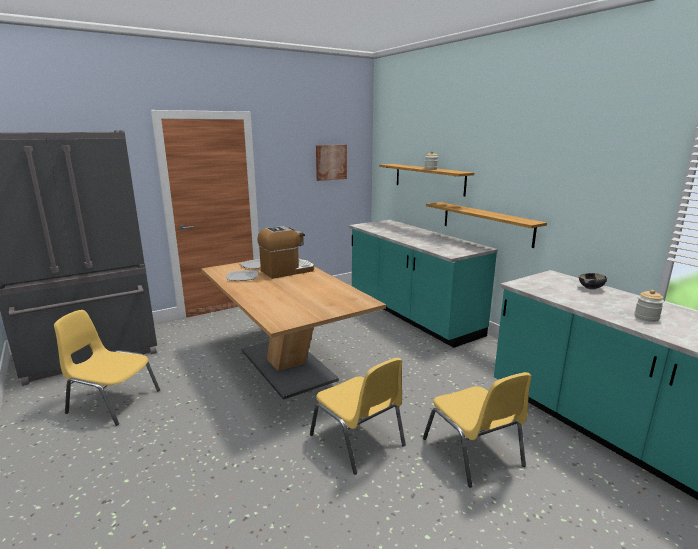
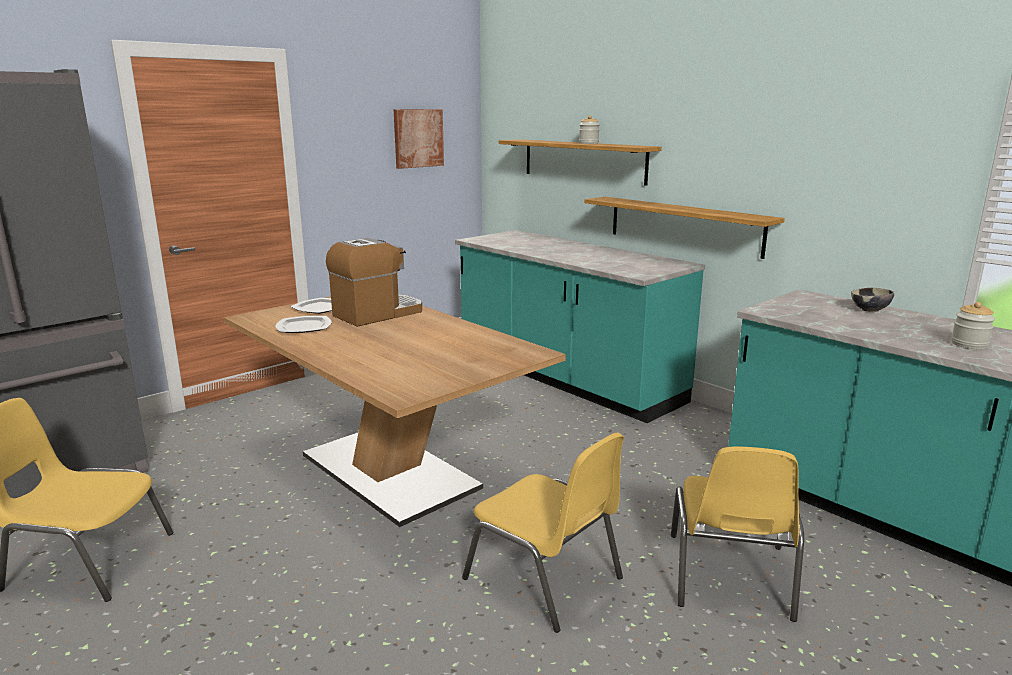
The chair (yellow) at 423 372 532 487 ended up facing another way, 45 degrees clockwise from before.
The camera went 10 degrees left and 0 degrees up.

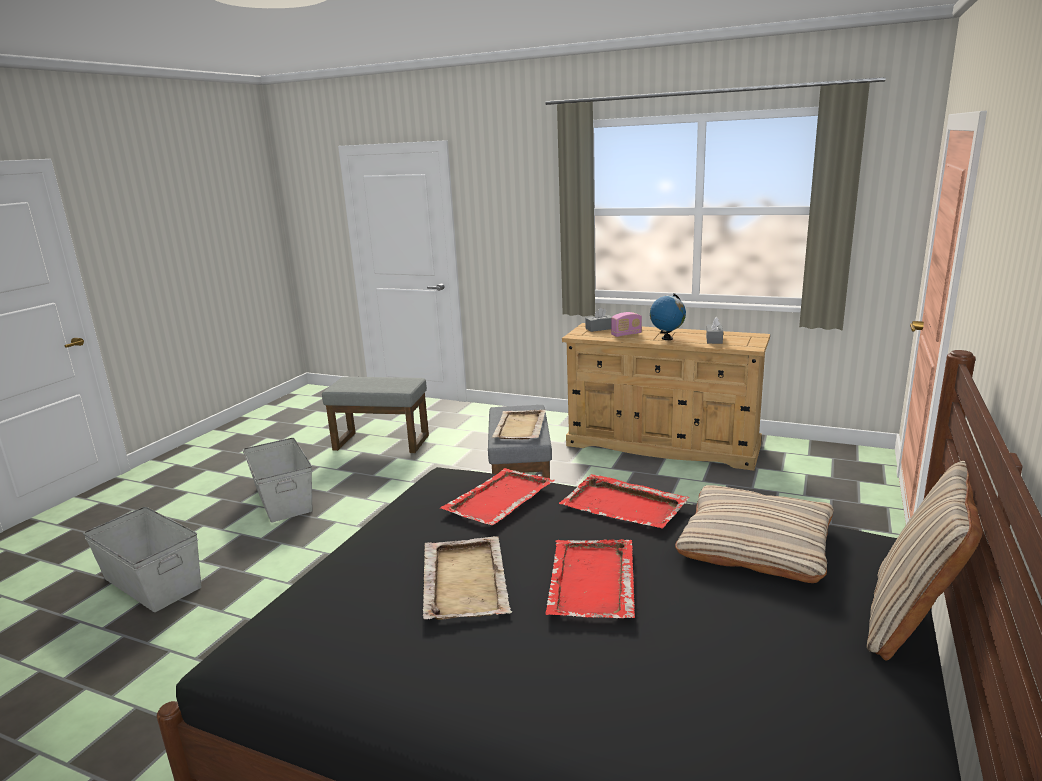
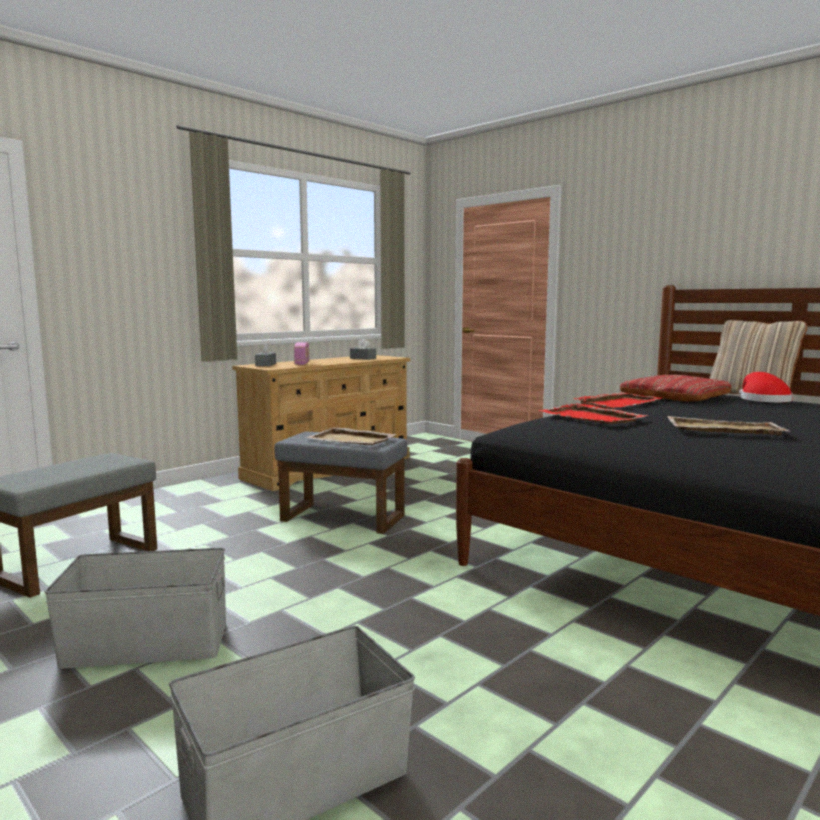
The second view lost the globe at 650 293 686 340.
What was the pillow (beige) at 675 485 833 583 turned into the pillow (red) at 620 375 731 402.
The second view lost the tray (red) at 546 539 635 618.
The second view gained the hat (red) at 739 372 793 402.
The camera went 70 degrees left and 10 degrees down.

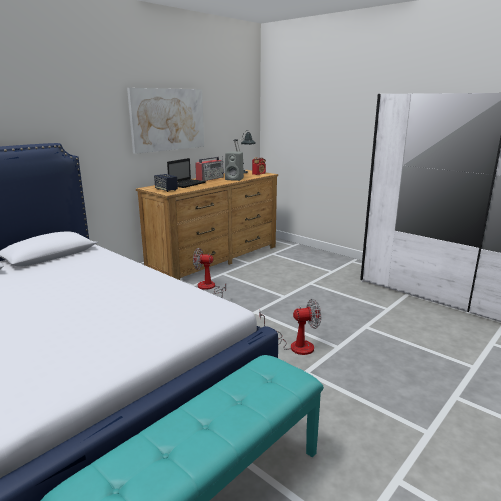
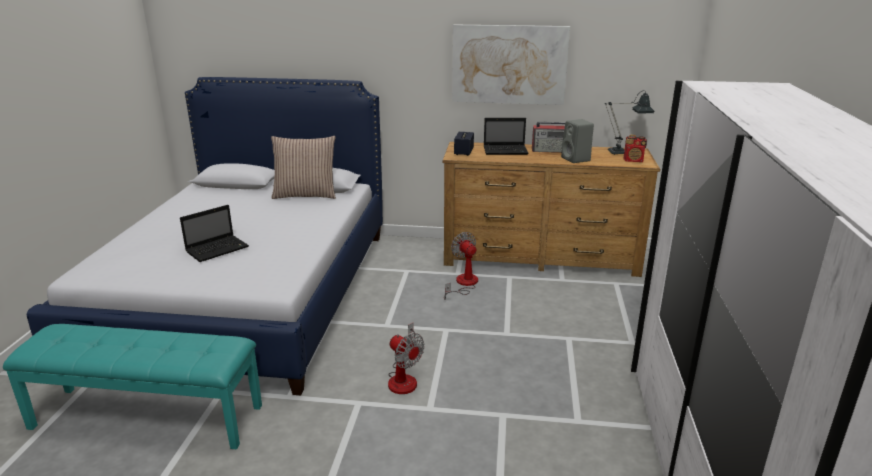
The second view gained the pillow at 271 136 336 199.
The second view gained the laptop at 180 205 249 262.
The camera went 55 degrees right and 5 degrees up.

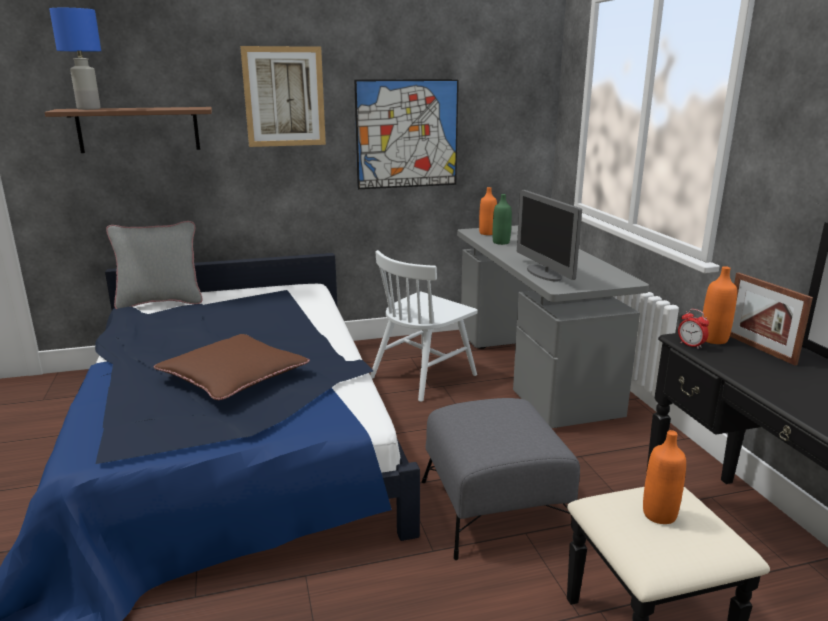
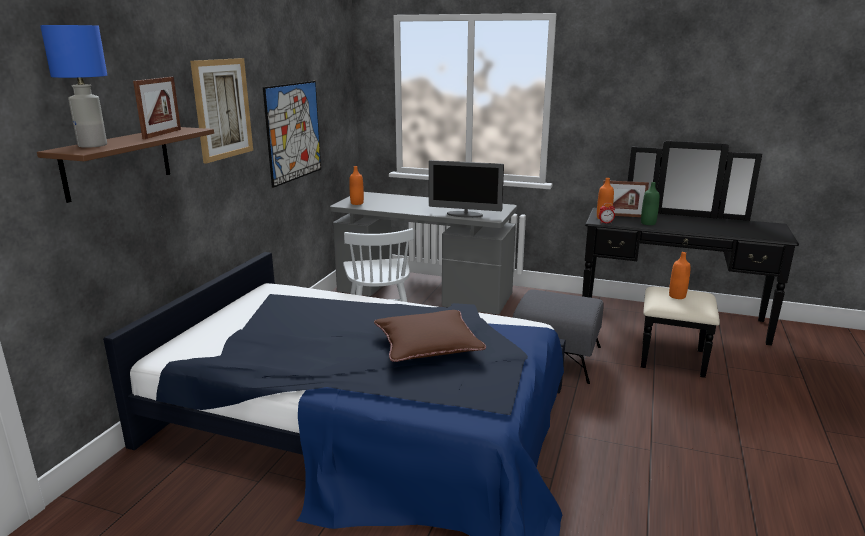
The bottle (green) ended up elsewhere, having gone from 493 194 512 245 to 641 182 660 225.
The second view lost the pillow (grey) at 106 221 202 309.
The second view gained the picture frame at 133 77 181 139.
The camera went 55 degrees left and 0 degrees up.

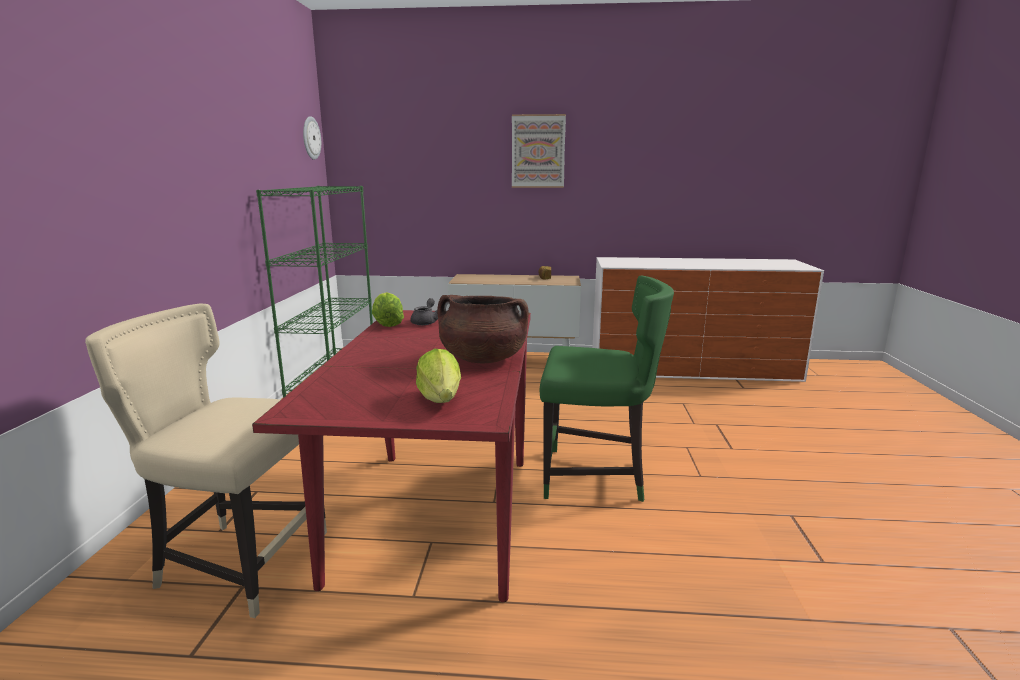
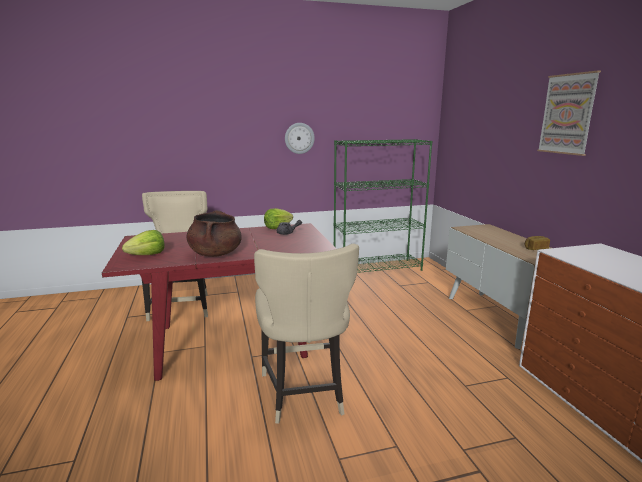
The wall clock ended up elsewhere, having gone from 303 116 321 160 to 285 123 315 154.
What was the chair (green) at 540 276 674 502 turned into the chair (beige) at 254 244 359 424.
The camera went 70 degrees right and 0 degrees up.

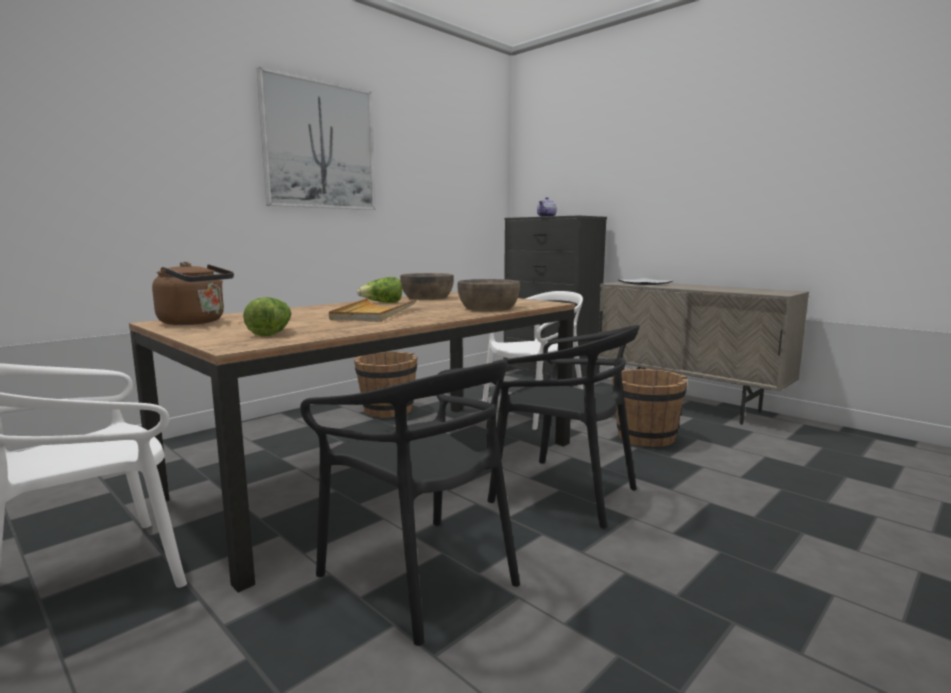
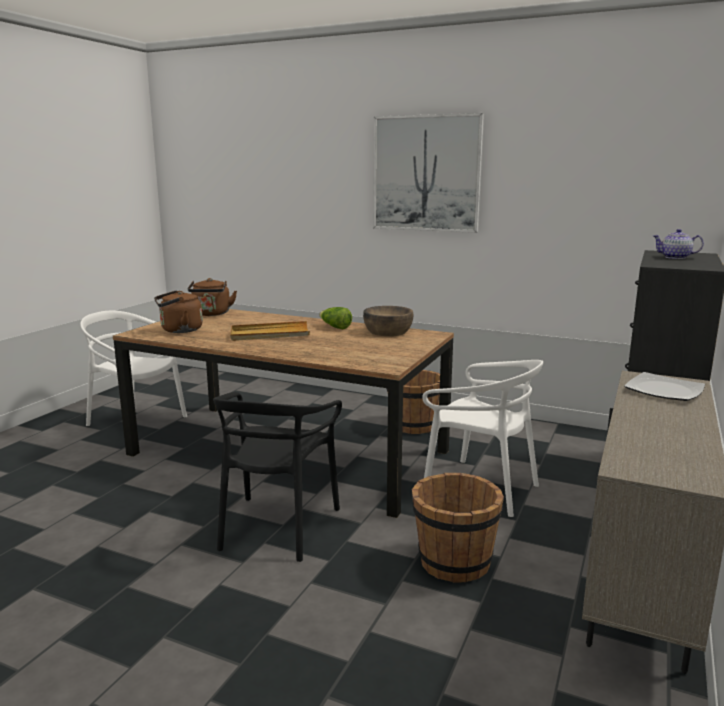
The second view lost the bowl (brown) at 457 279 520 311.
Where the lettuce stood at 243 297 291 336, the kettle (brown) came to stand at 154 290 203 333.
The second view lost the chair (black) at 300 361 520 646.
The camera went 70 degrees right and 5 degrees up.

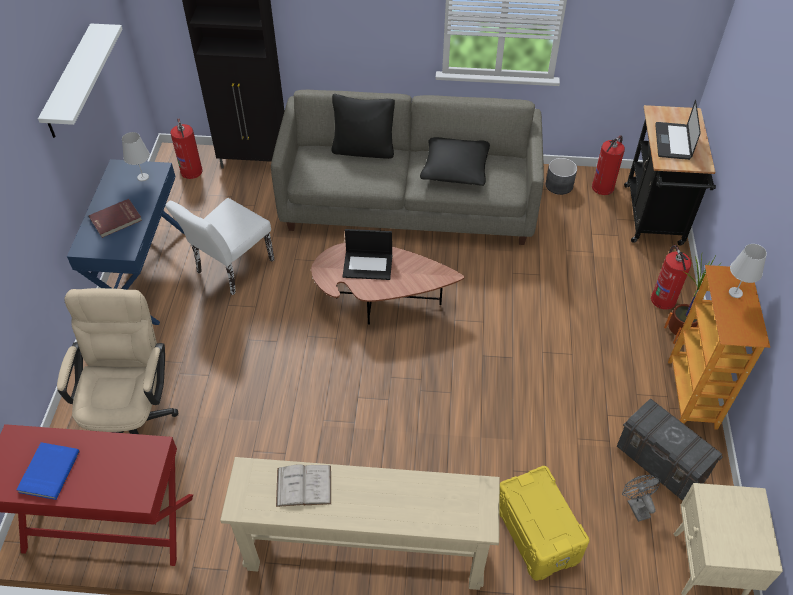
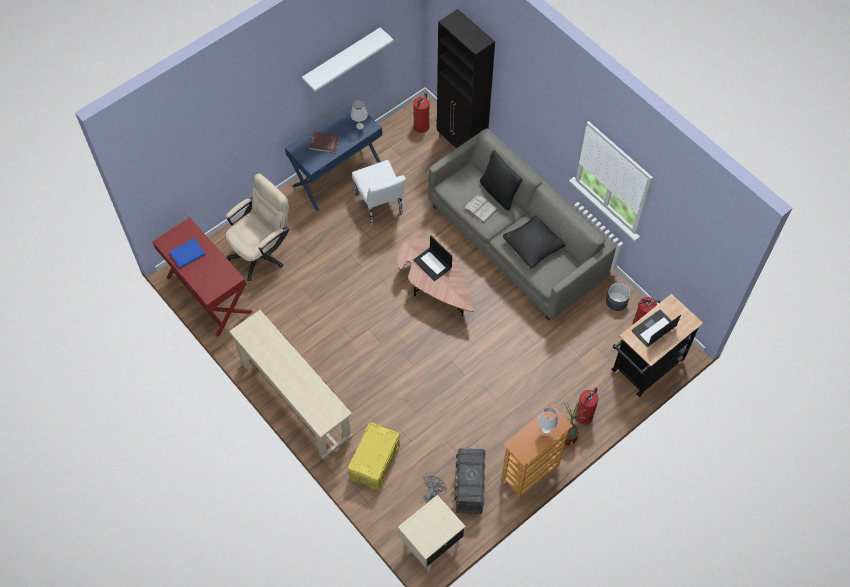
The chair (white) at 165 198 275 295 ended up facing another way, 105 degrees counterclockwise from before.
The book (white) ended up elsewhere, having gone from 276 464 331 507 to 463 194 498 223.
The camera went 45 degrees right and 10 degrees up.

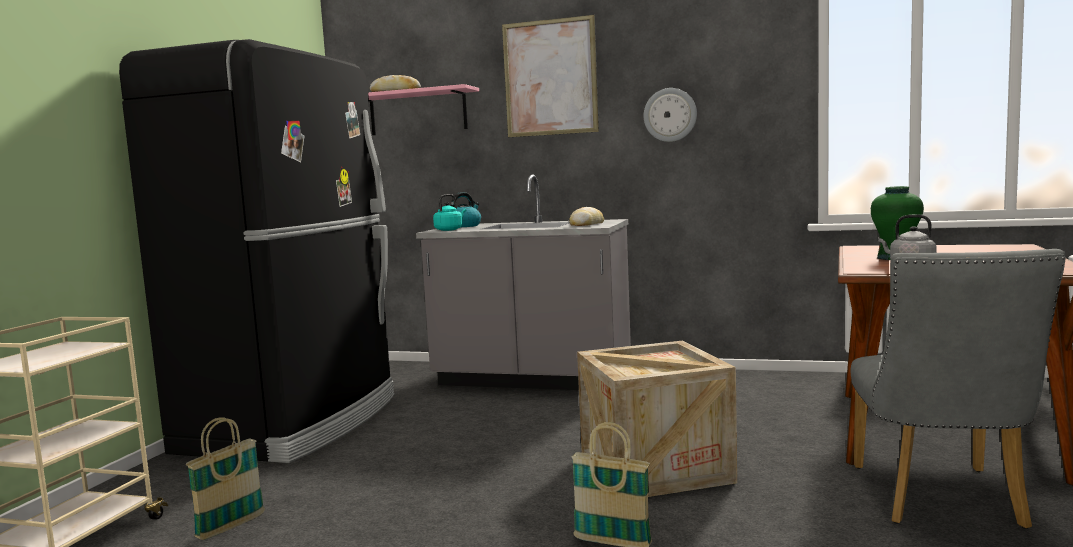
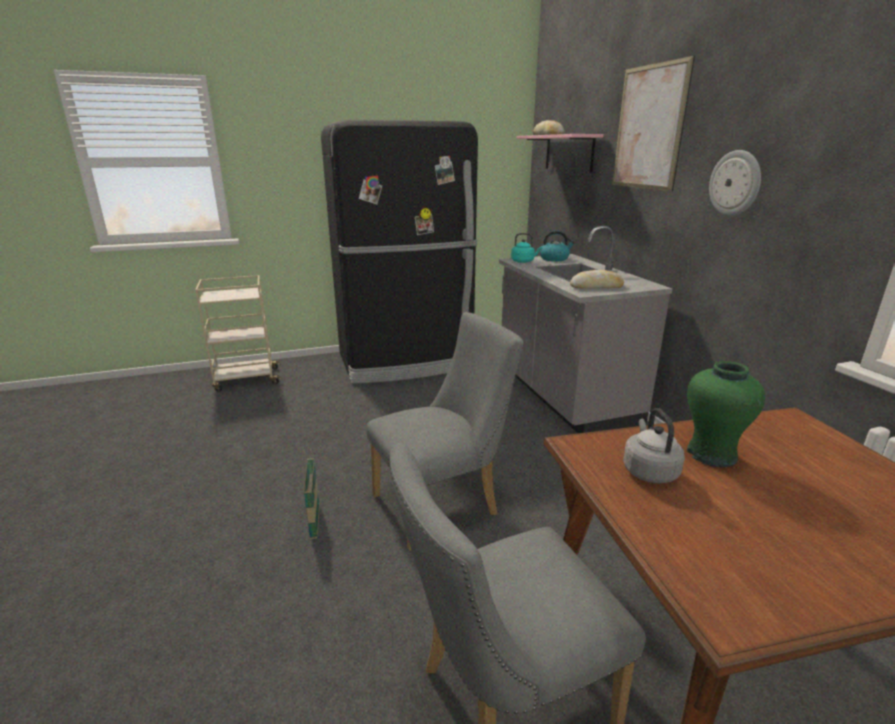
Where the crate stood at 577 341 737 497, the chair (grey) came to stand at 366 312 524 551.
The second view lost the basket at 186 417 265 540.
The camera went 55 degrees right and 15 degrees up.

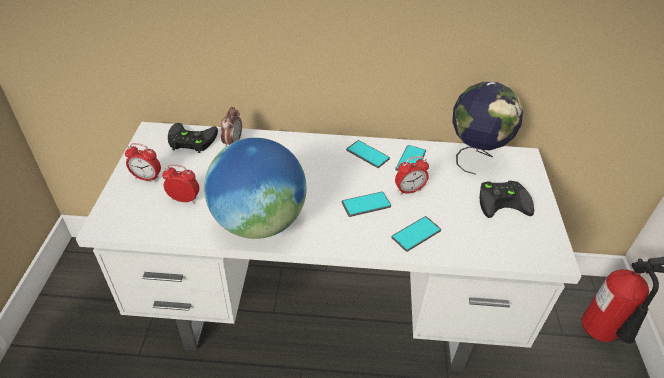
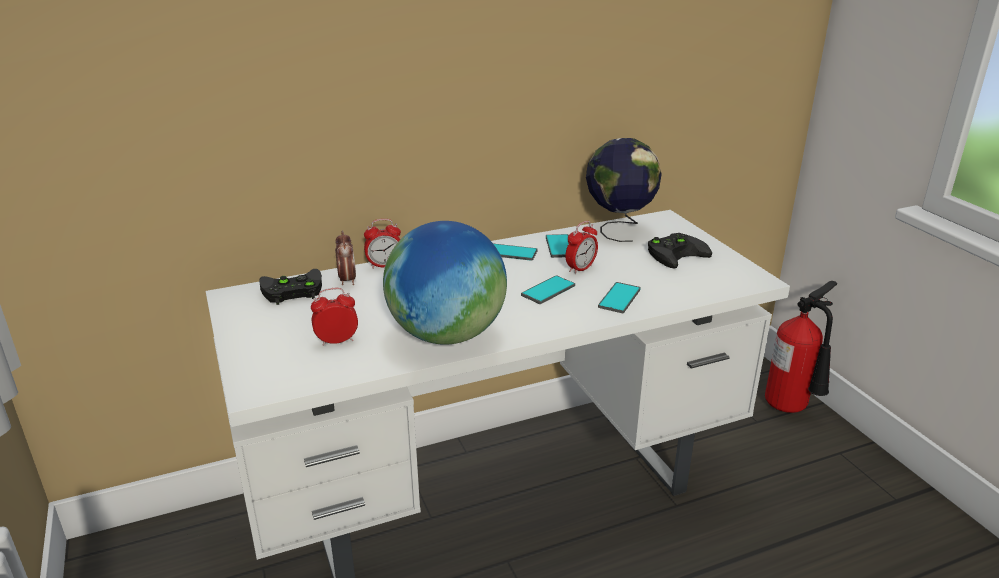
The alarm clock ended up elsewhere, having gone from 125 143 161 182 to 364 219 401 269.
The camera went 25 degrees left and 15 degrees down.

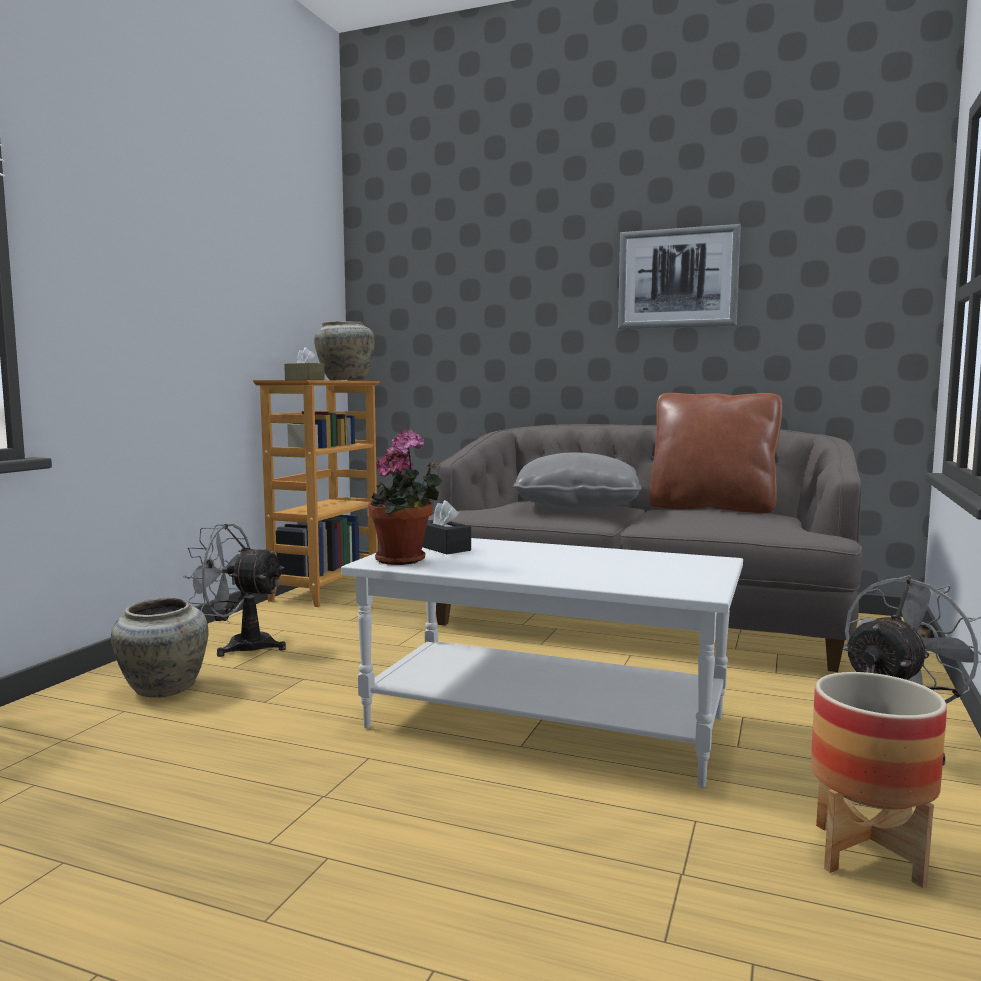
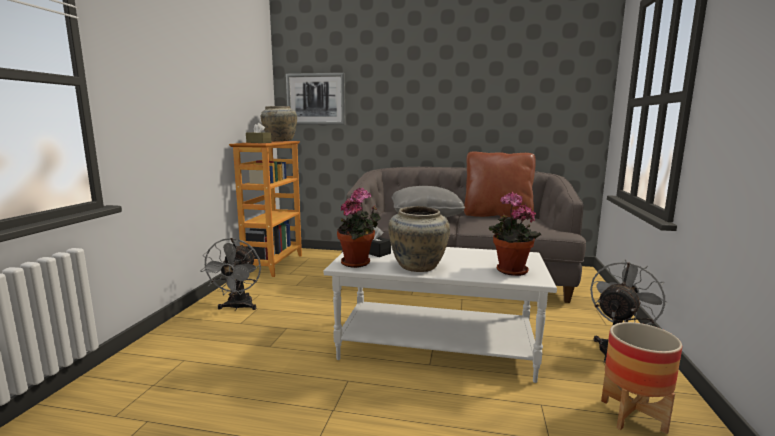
The picture ended up elsewhere, having gone from 618 224 741 329 to 286 73 345 125.
The fan (grey) at 183 524 286 657 ended up facing another way, 90 degrees counterclockwise from before.
The vase (beige) ended up elsewhere, having gone from 111 598 209 698 to 388 206 450 272.
The second view gained the potted plant at 489 192 541 276.
The camera went 10 degrees left and 5 degrees up.

